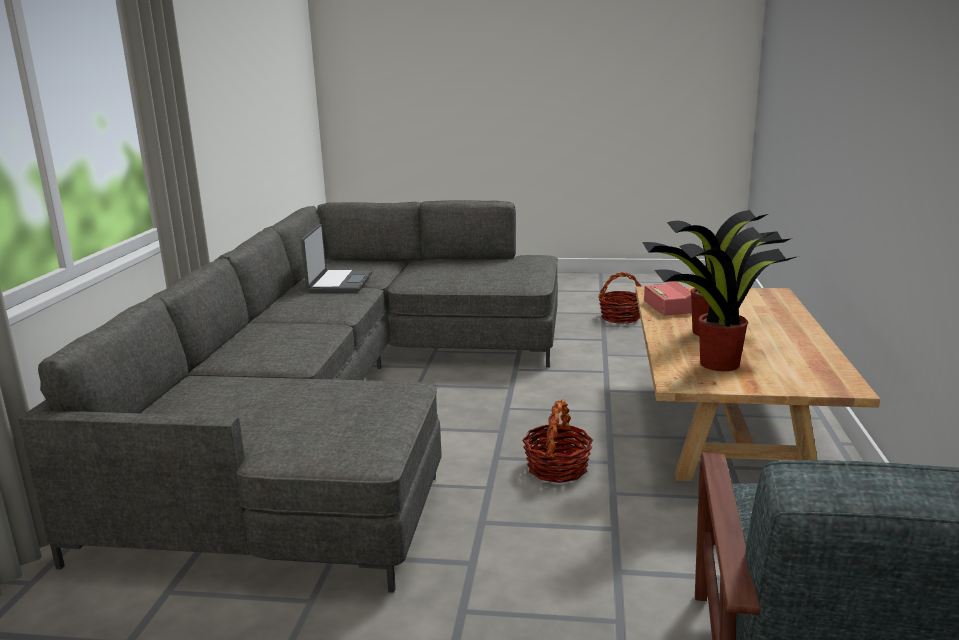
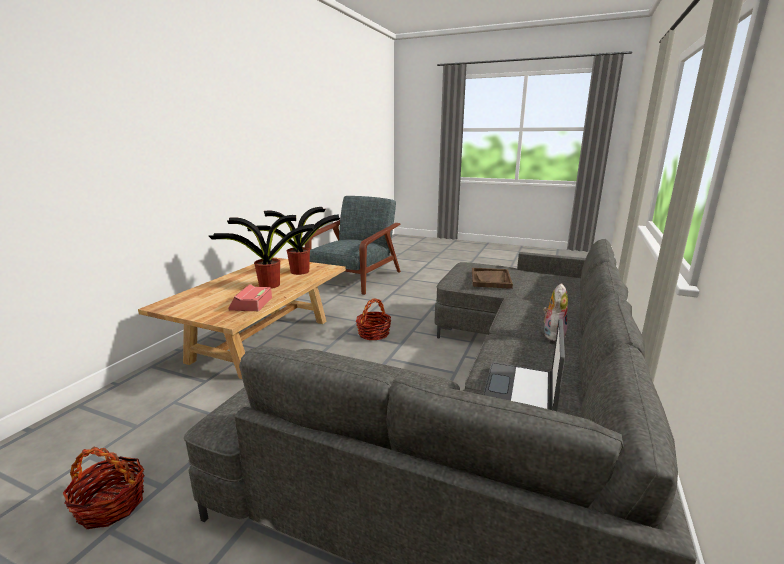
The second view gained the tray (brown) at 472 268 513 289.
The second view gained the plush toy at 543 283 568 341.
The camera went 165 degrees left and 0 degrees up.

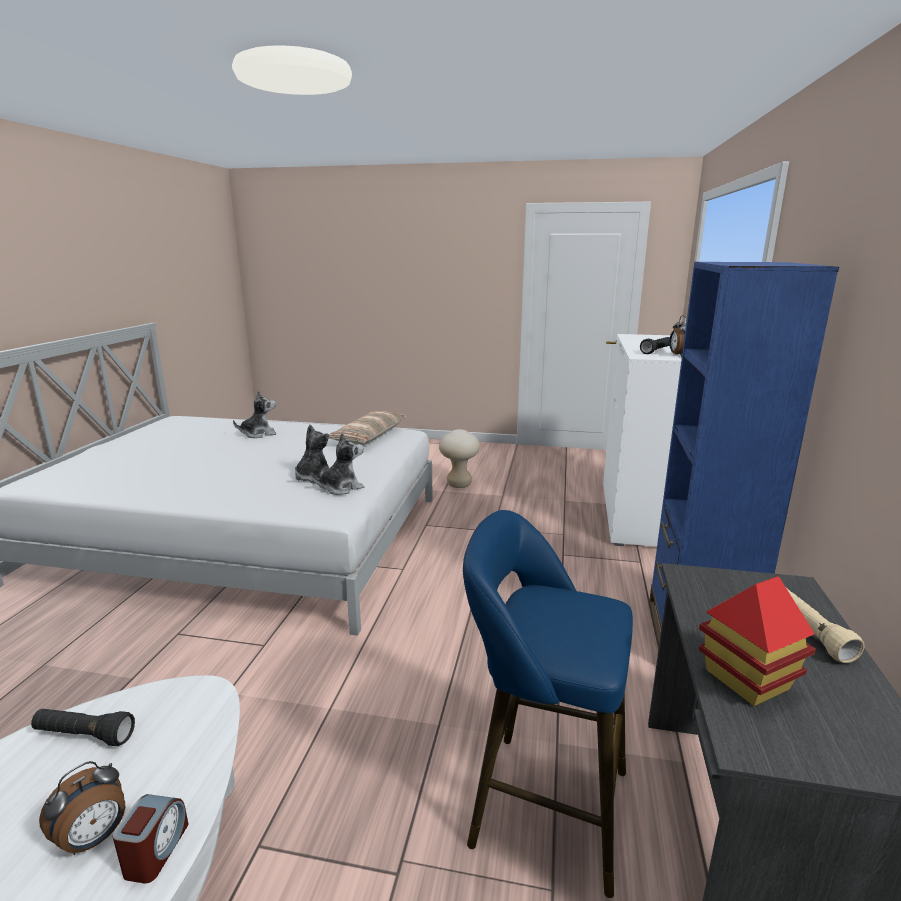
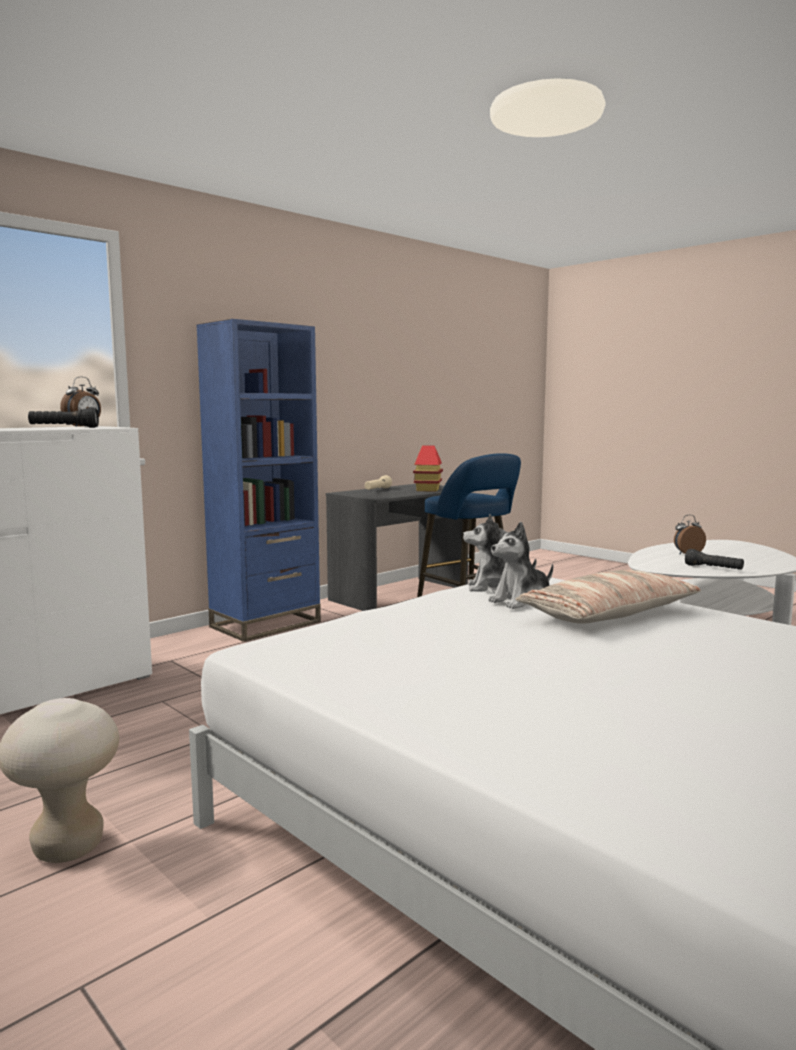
The second view lost the plush toy at 233 391 276 438.
The pillow ended up elsewhere, having gone from 329 411 407 445 to 515 570 701 624.
The second view lost the alarm clock at 113 794 189 883.
The camera went 145 degrees left and 10 degrees down.

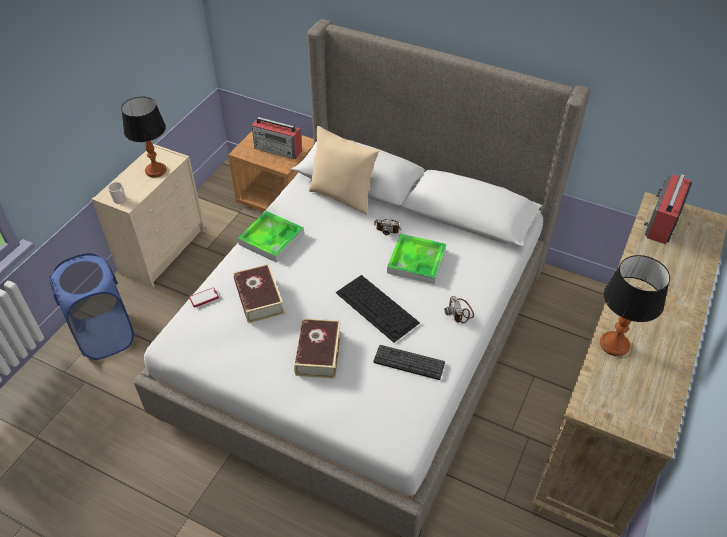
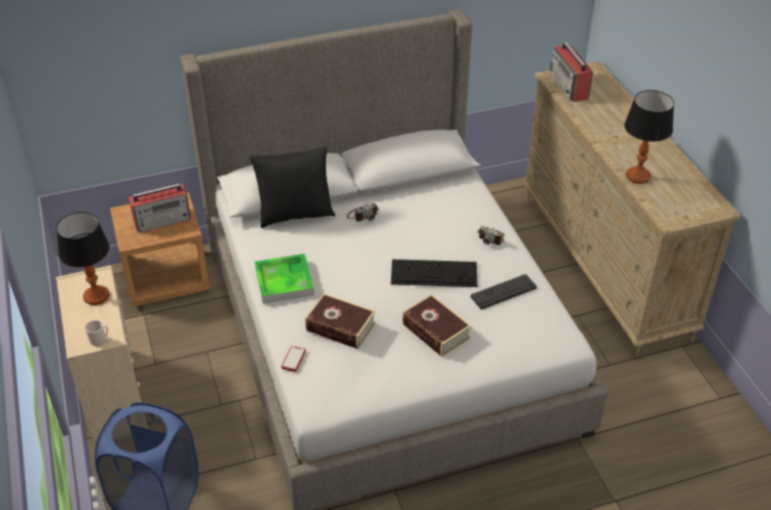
What was the pillow (beige) at 309 126 379 215 turned into the pillow (black) at 249 146 335 228.
The second view lost the tray at 387 234 446 284.
The camera went 45 degrees left and 5 degrees down.

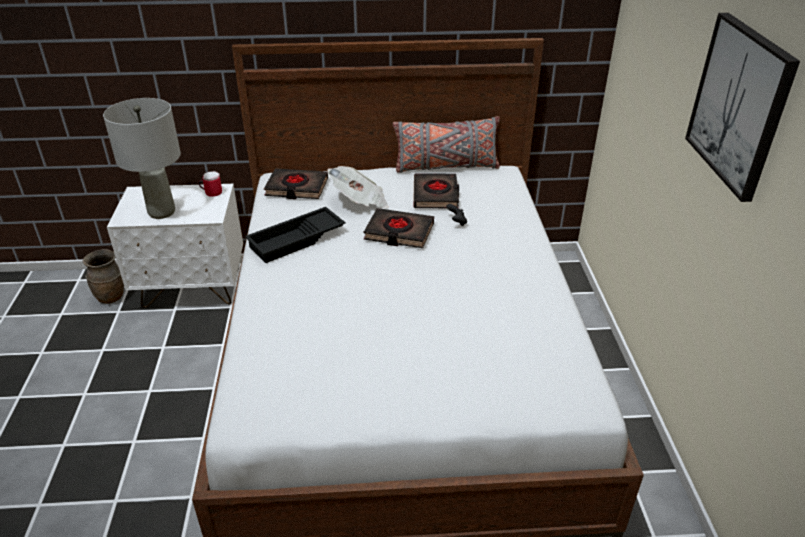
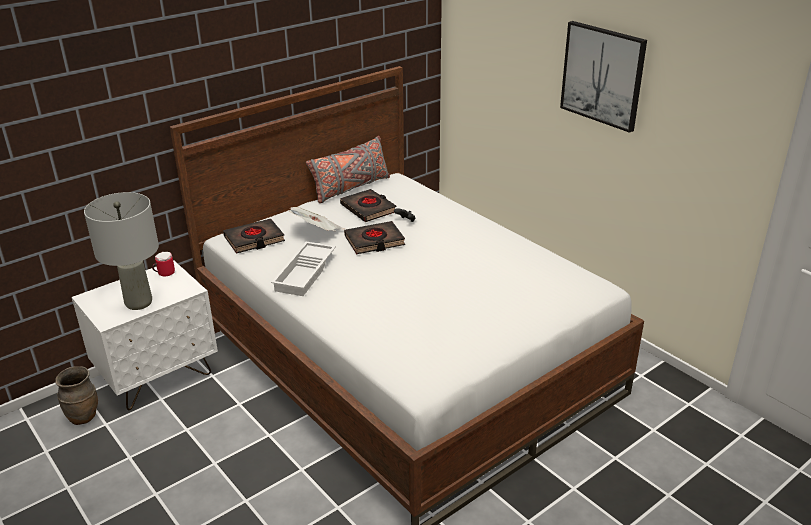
What was the tray (black) at 245 207 346 263 turned into the tray (white) at 271 242 336 296.
The camera went 35 degrees left and 5 degrees down.

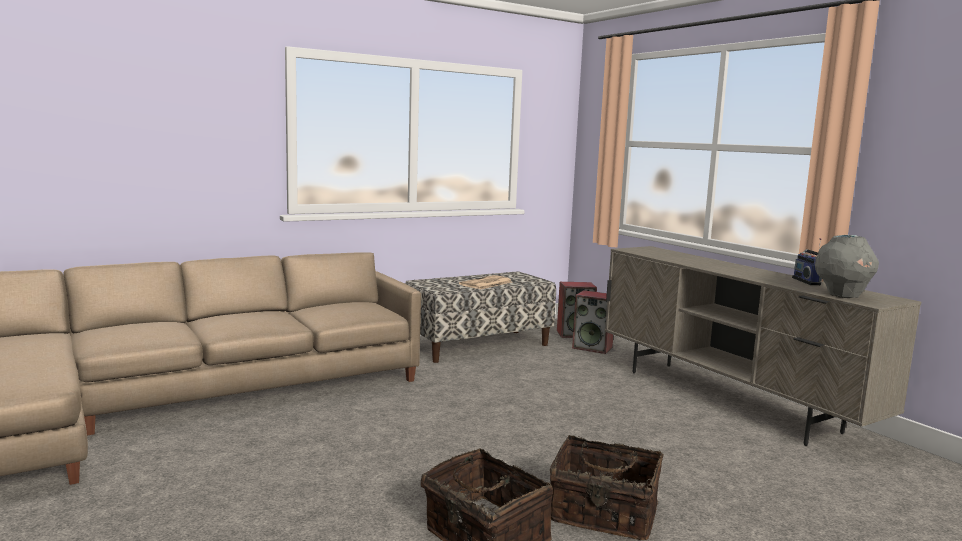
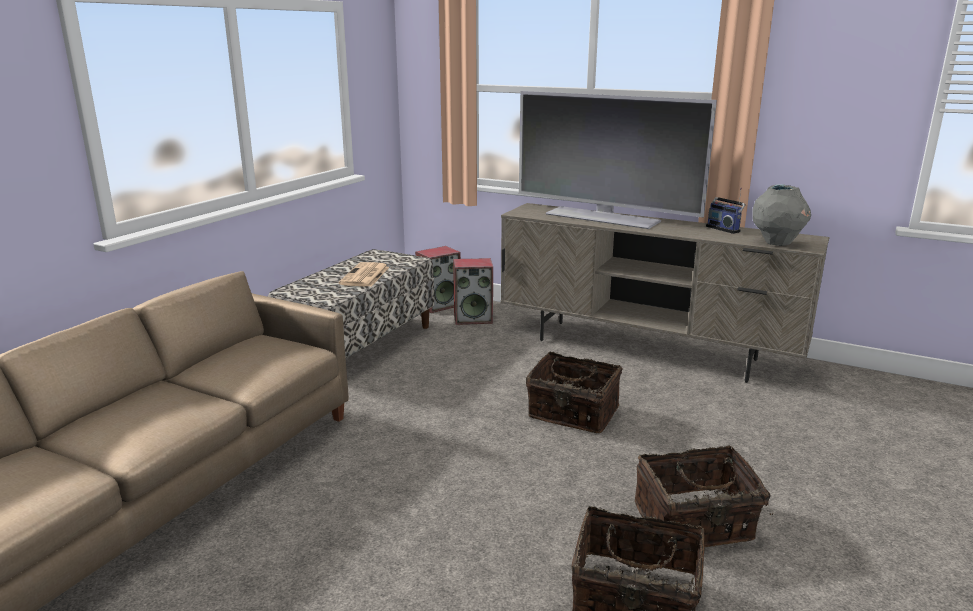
The second view gained the television at 519 91 717 229.
The second view gained the basket at 526 352 623 433.
The camera went 30 degrees left and 10 degrees up.

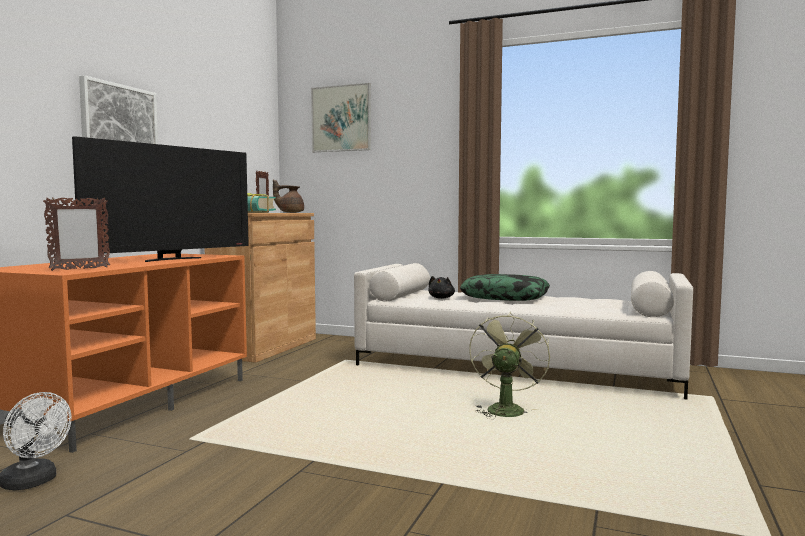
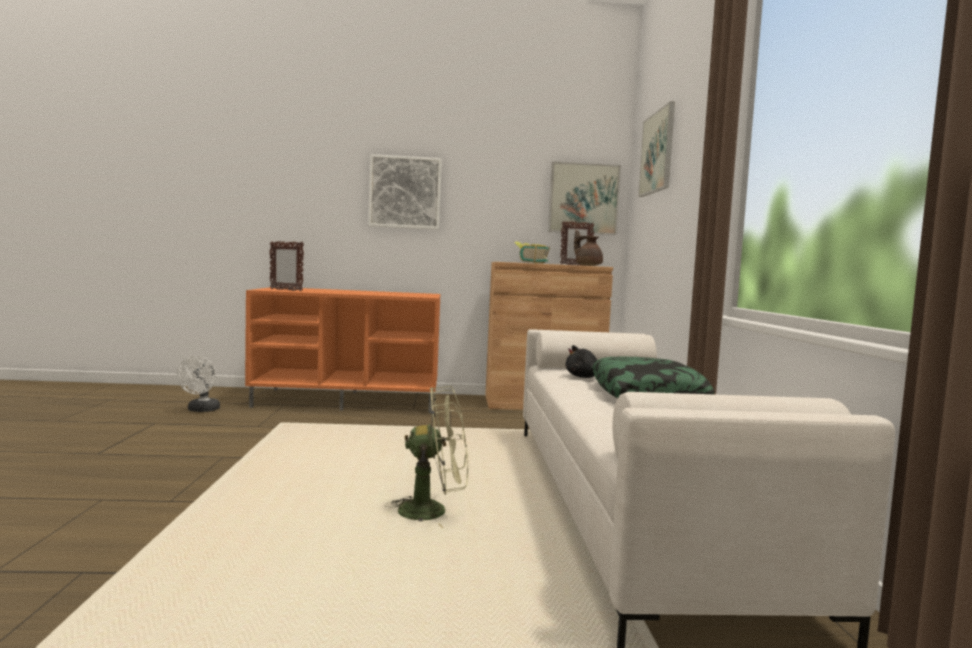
The second view lost the television at 72 136 249 262.
The second view gained the picture at 548 161 621 235.
The camera went 65 degrees right and 0 degrees up.

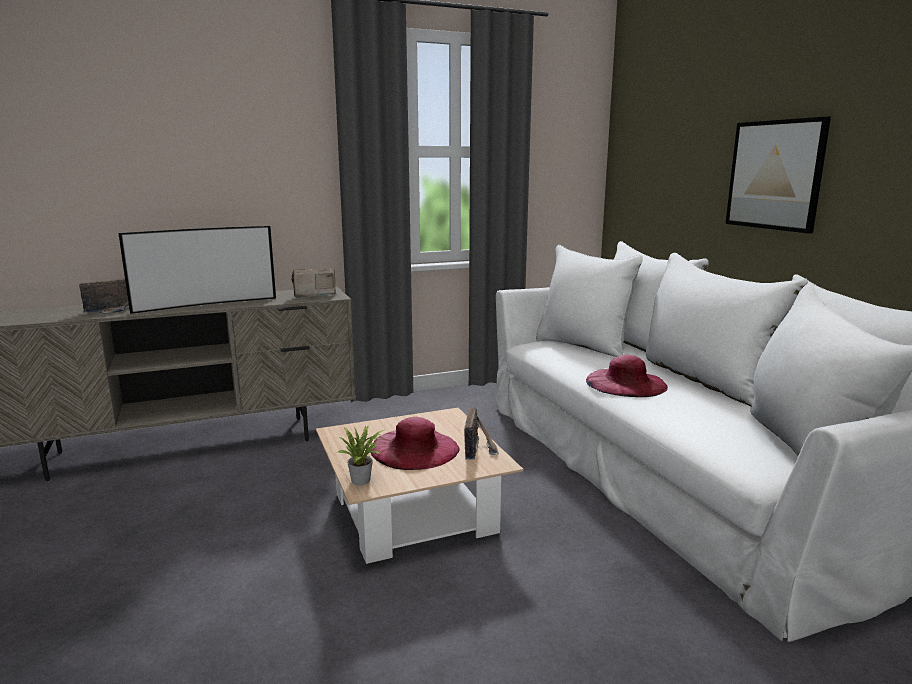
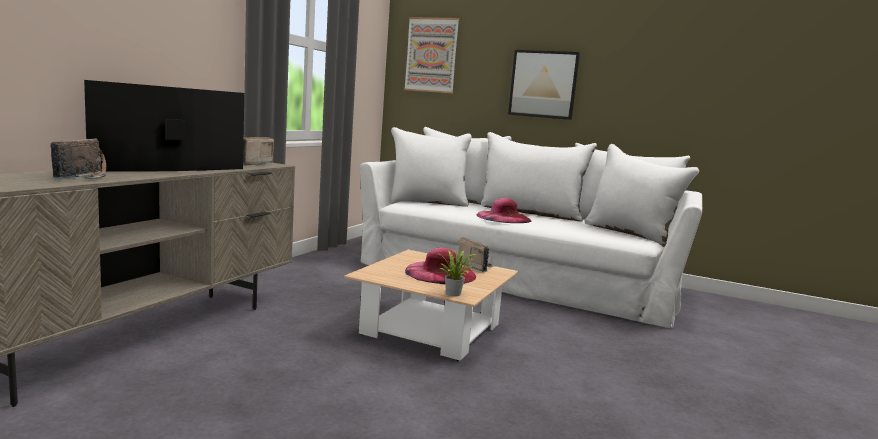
The television at 118 226 276 314 ended up facing another way, 150 degrees counterclockwise from before.
The second view gained the picture at 404 17 459 94.
The camera went 45 degrees left and 5 degrees down.

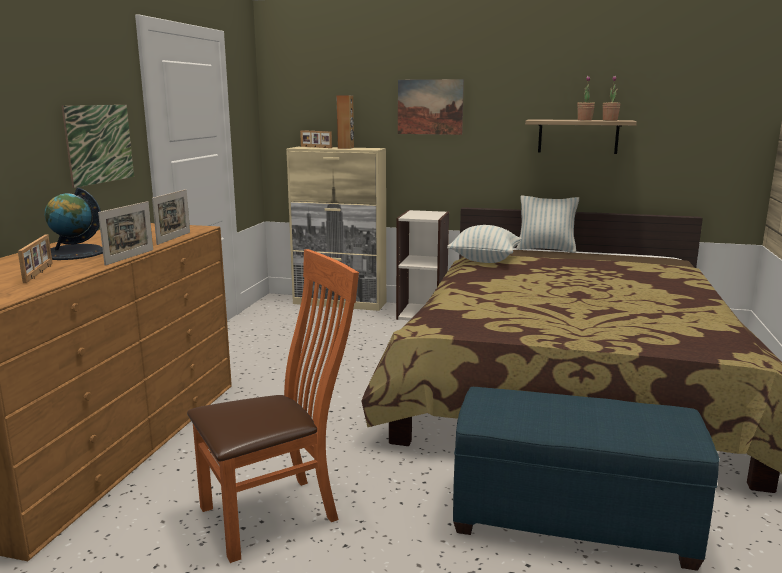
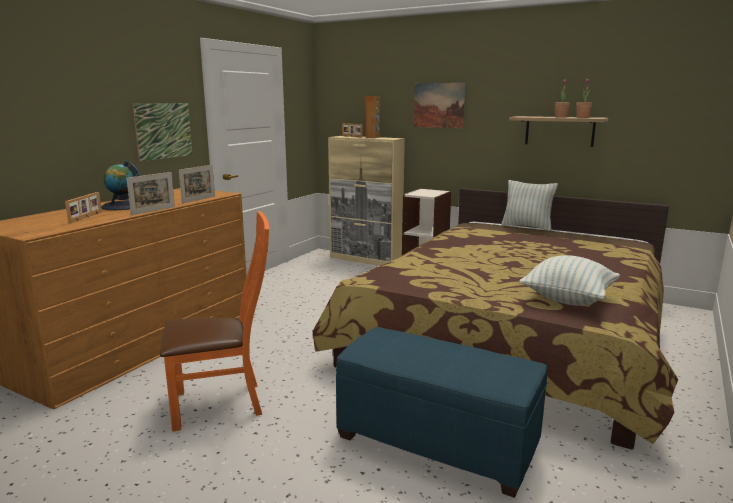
The pillow ended up elsewhere, having gone from 447 225 522 263 to 519 255 620 306.
The camera went 15 degrees right and 0 degrees up.

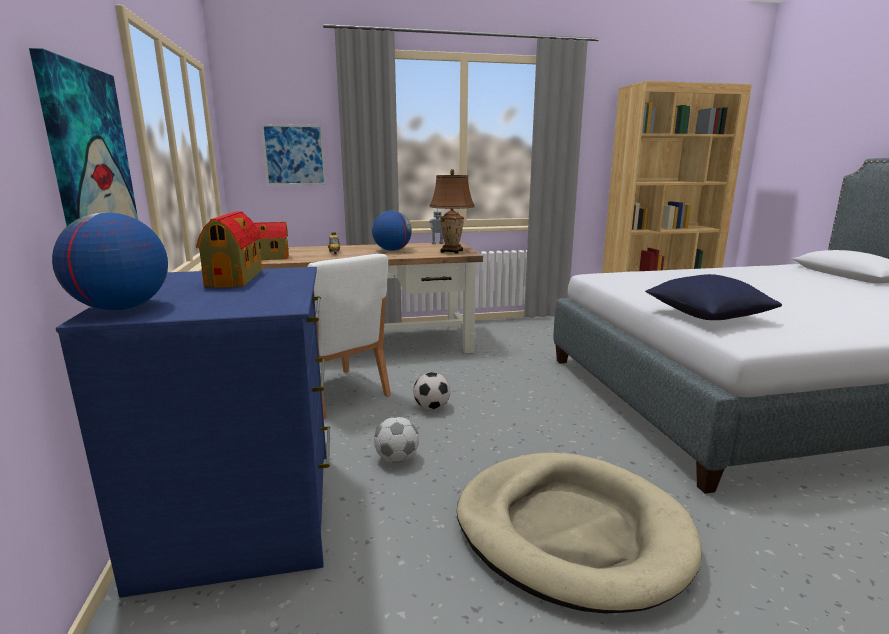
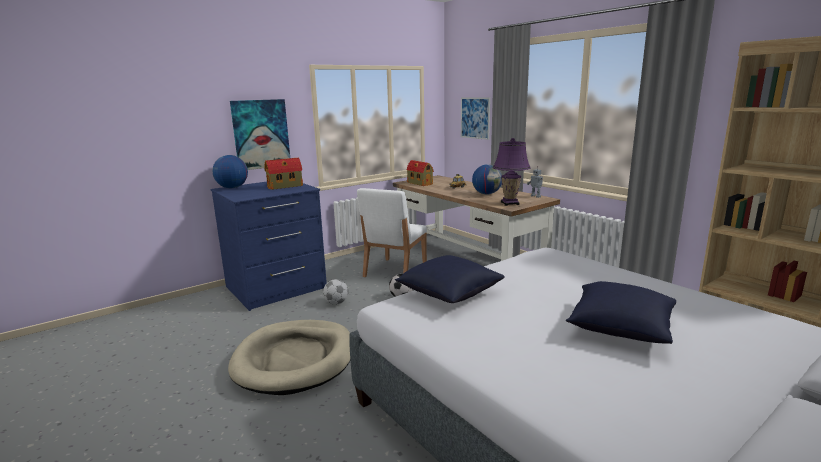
What was the table lamp (brown) at 429 169 475 254 turned into the table lamp (purple) at 493 138 531 206.
The second view gained the pillow (blue) at 566 281 676 344.
The camera went 65 degrees right and 0 degrees up.

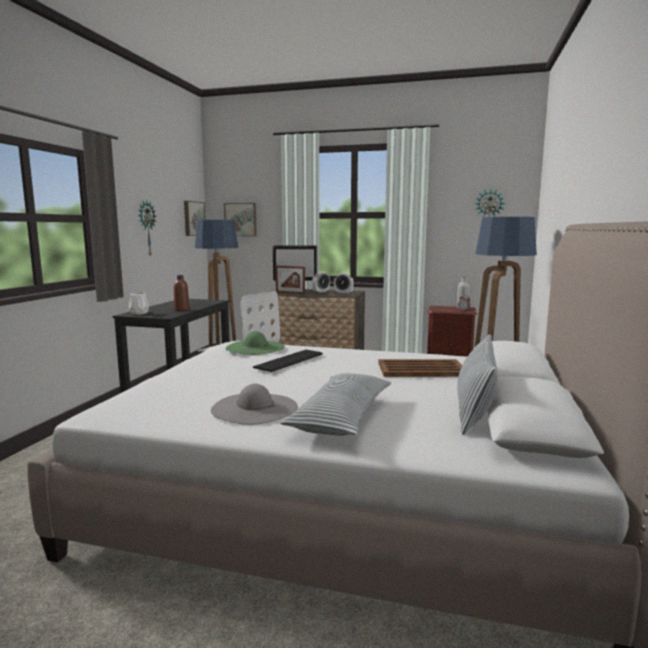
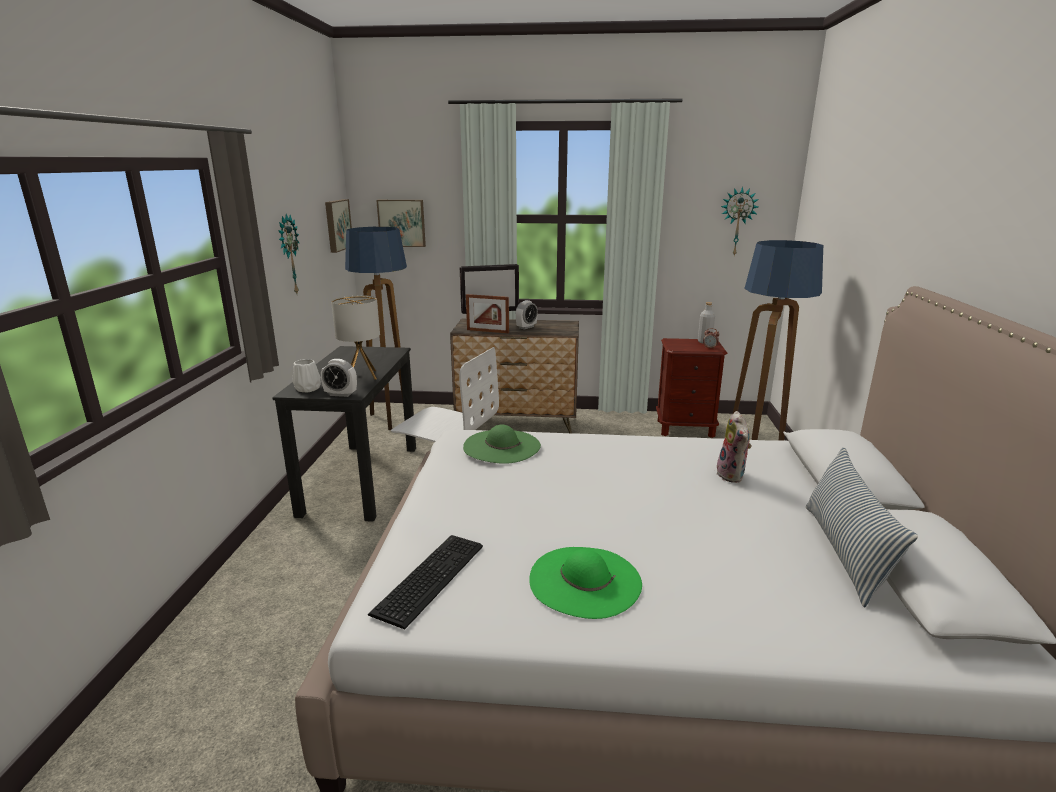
The alarm clock ended up elsewhere, having gone from 334 273 354 294 to 321 359 357 397.
Where the bottle (brown) stood at 174 275 190 311, the table lamp came to stand at 331 295 380 379.
The keyboard ended up elsewhere, having gone from 253 350 323 372 to 368 535 483 629.
Where the tray (brown) stood at 378 359 462 377, the plush toy came to stand at 717 411 751 483.
The second view lost the pillow at 280 373 391 436.
What was the hat (grey) at 211 384 298 425 turned into the hat (green) at 529 547 642 619.
The camera went 10 degrees left and 10 degrees up.

